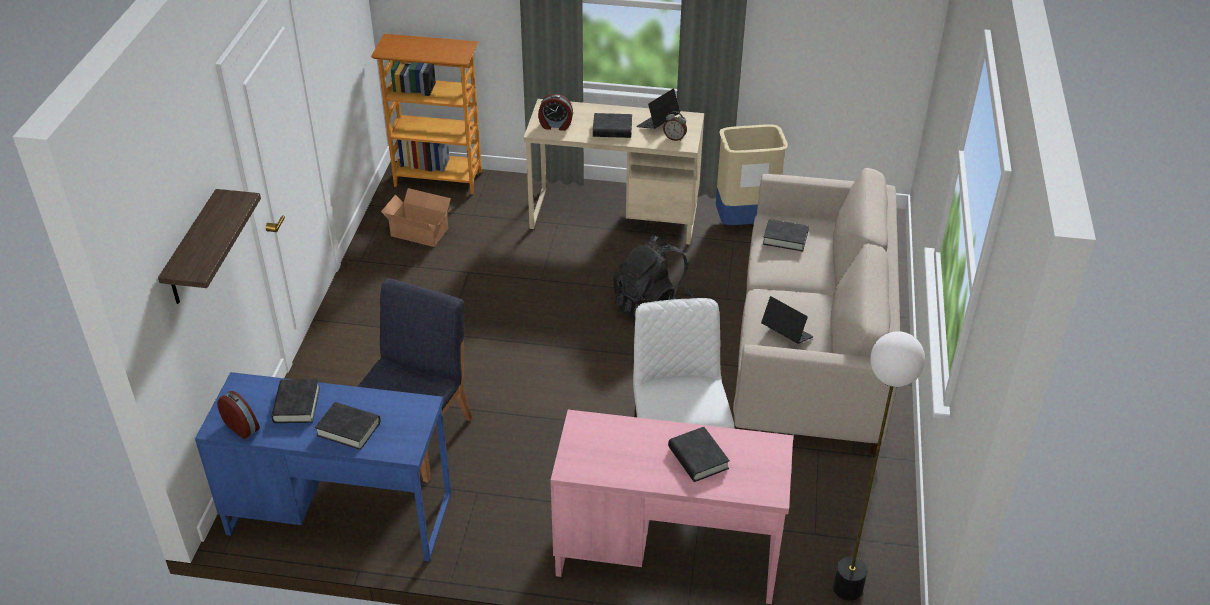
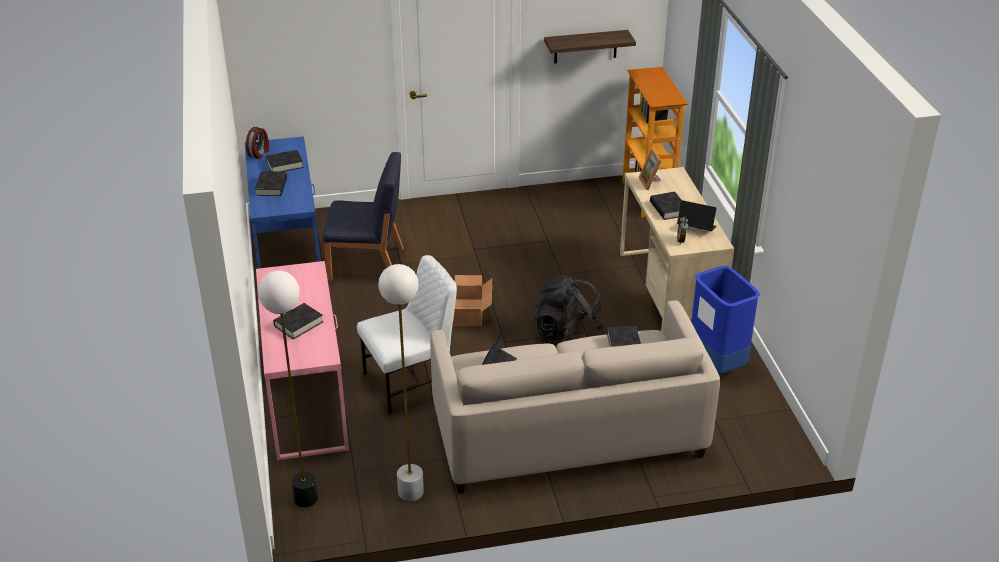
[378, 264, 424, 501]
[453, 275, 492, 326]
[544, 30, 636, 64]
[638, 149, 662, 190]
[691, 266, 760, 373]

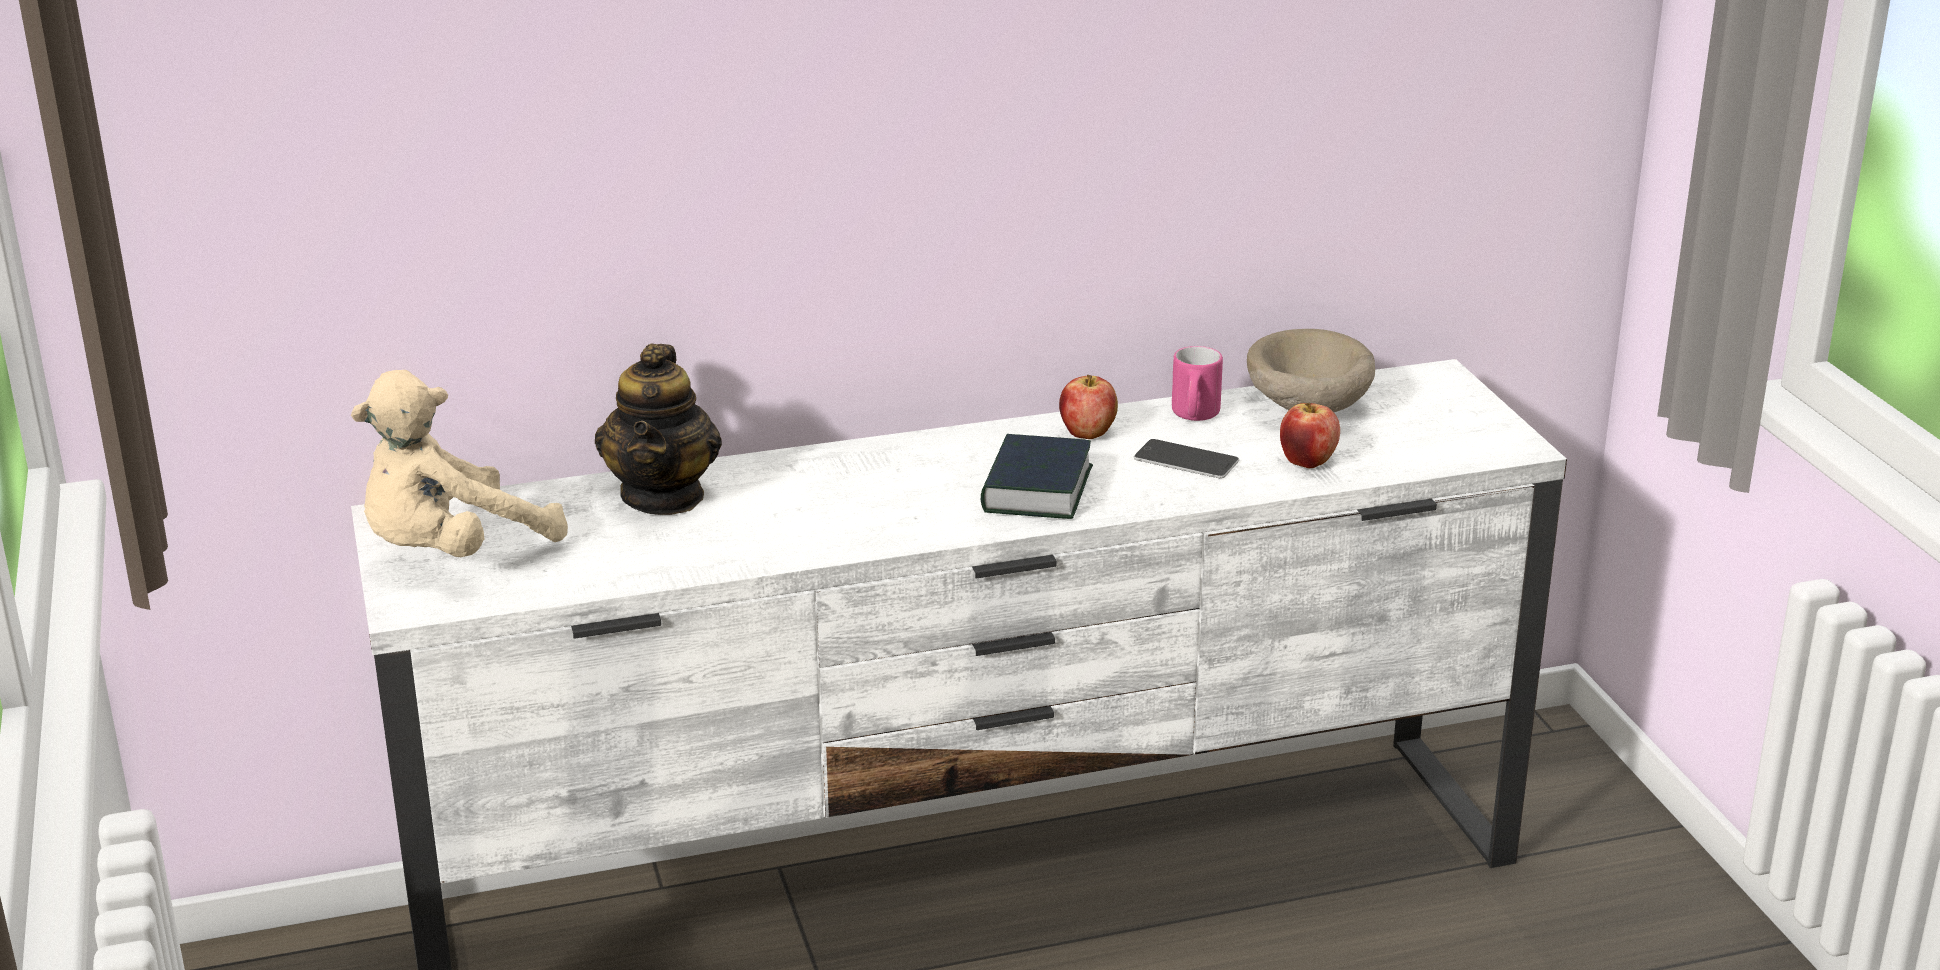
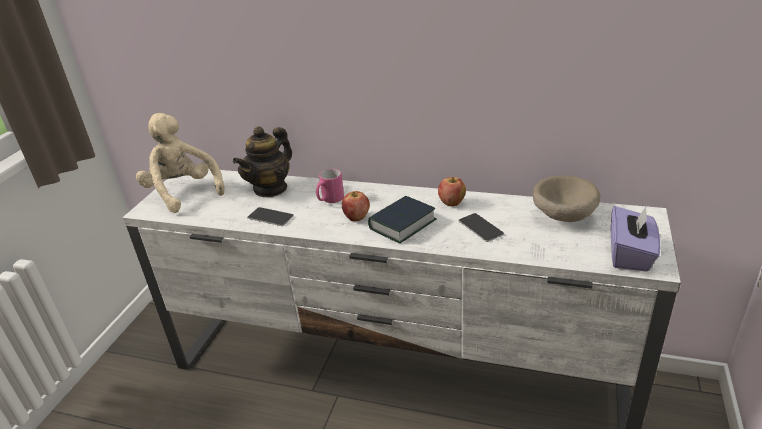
[136, 113, 225, 213]
[247, 207, 294, 226]
[316, 169, 344, 203]
[342, 191, 370, 221]
[611, 205, 660, 272]

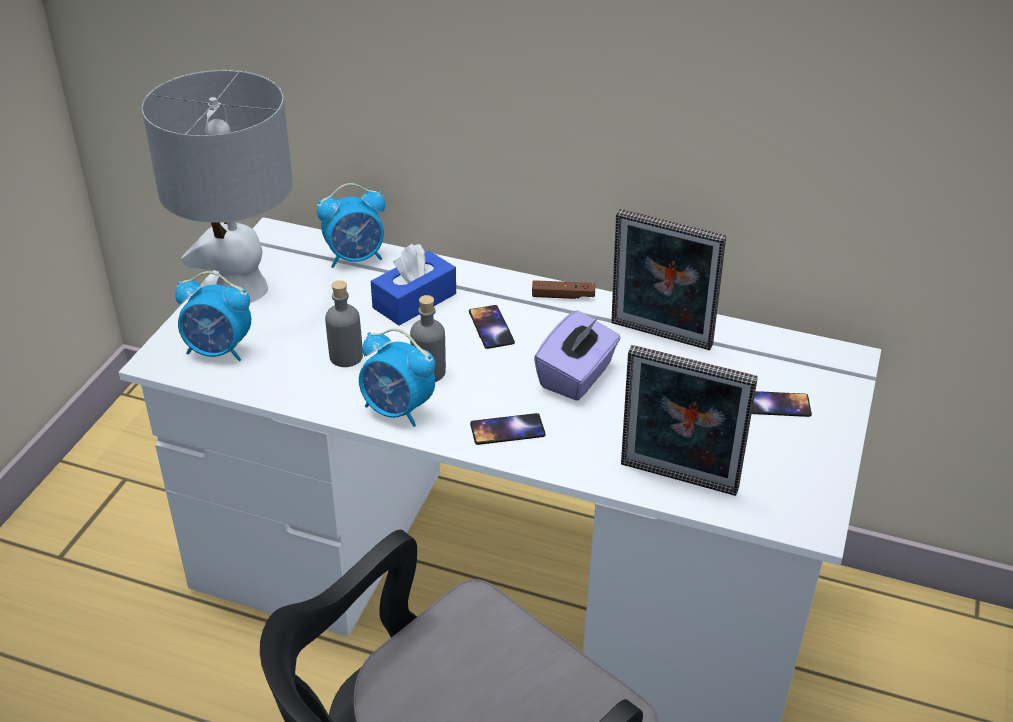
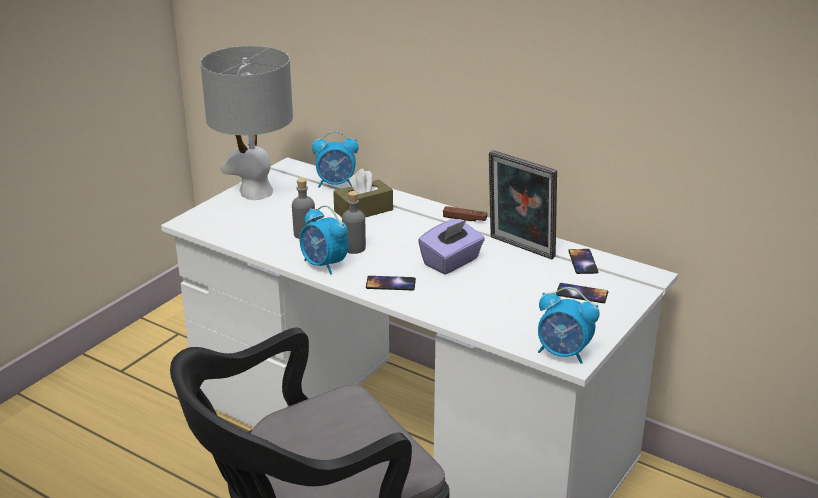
[333, 169, 393, 218]
[538, 287, 600, 364]
[568, 249, 598, 274]
[621, 345, 758, 496] (first image)

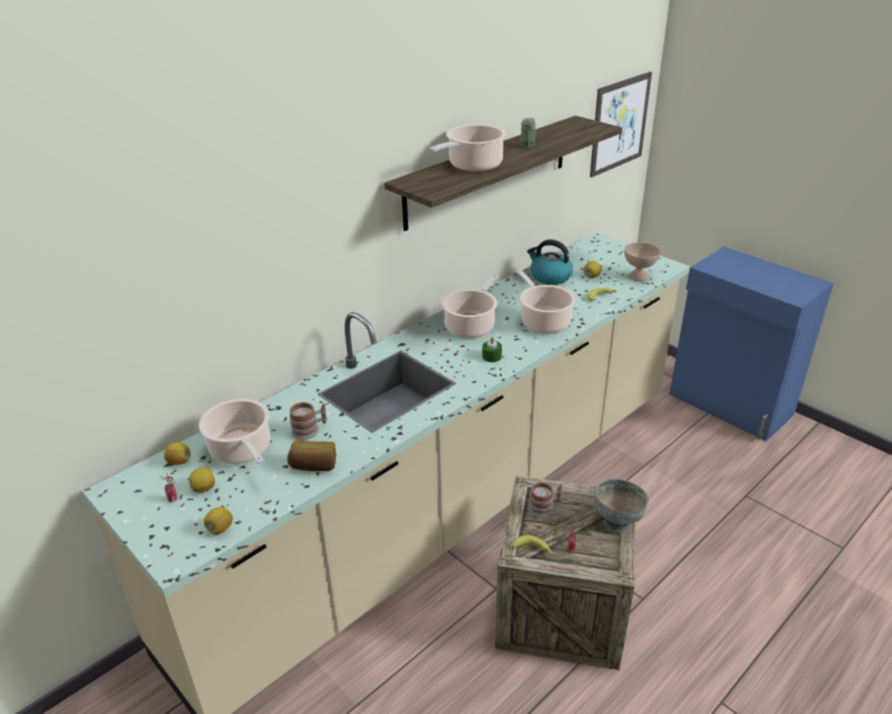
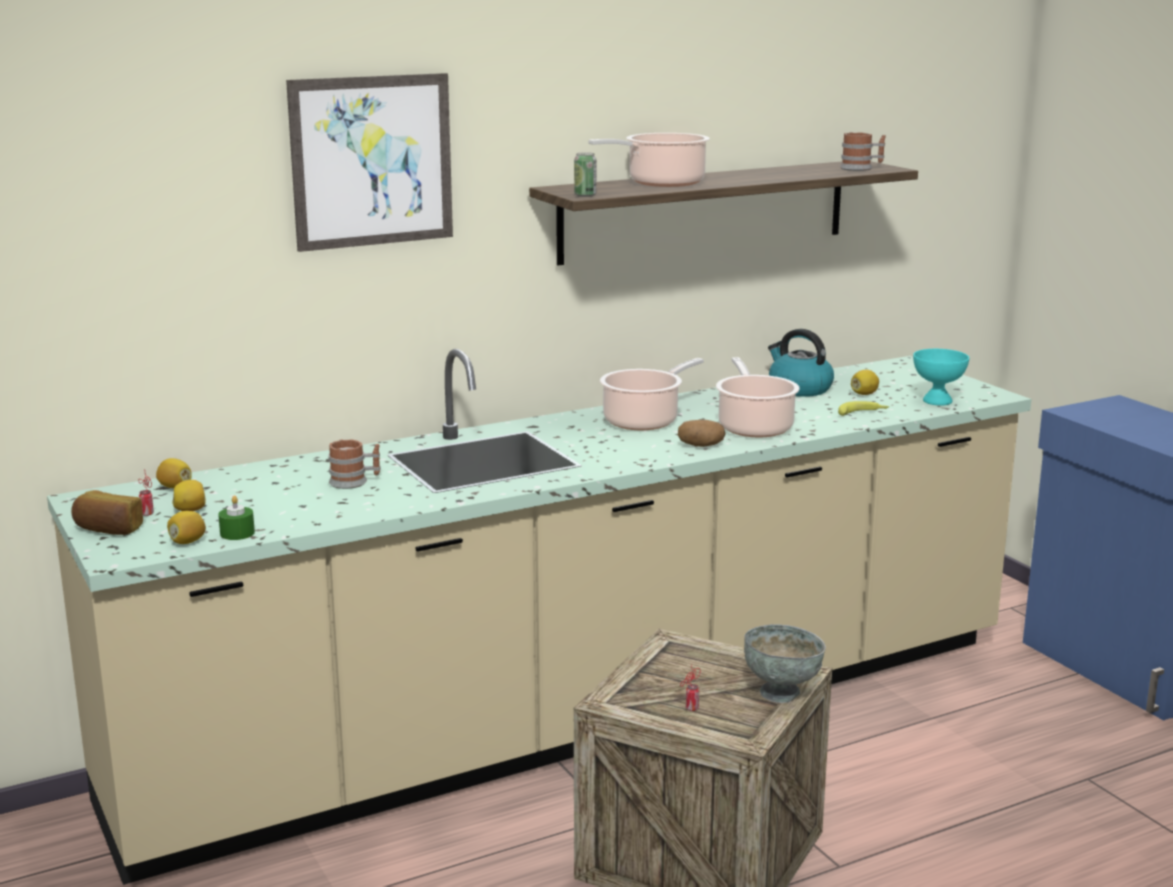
[71, 490, 143, 535]
[218, 495, 255, 540]
[286, 73, 453, 252]
[574, 152, 596, 197]
[678, 420, 726, 447]
[840, 132, 886, 171]
[913, 349, 969, 406]
[199, 399, 270, 464] (first image)
[513, 535, 554, 555] (first image)

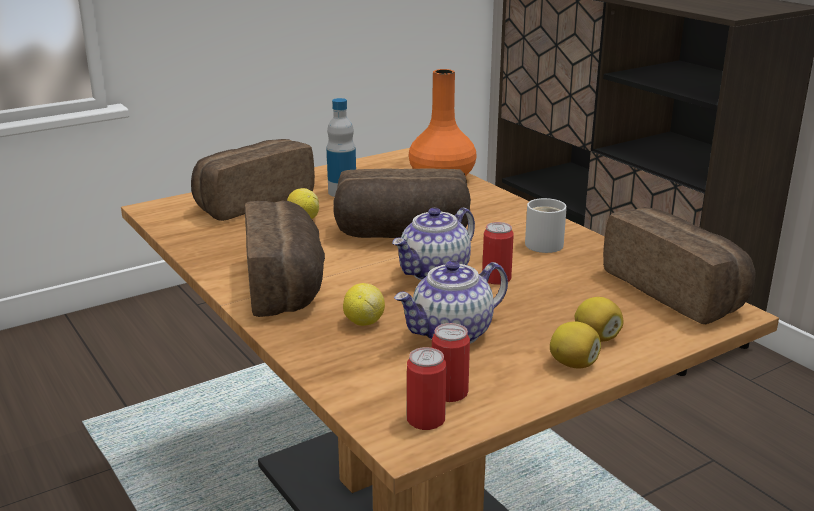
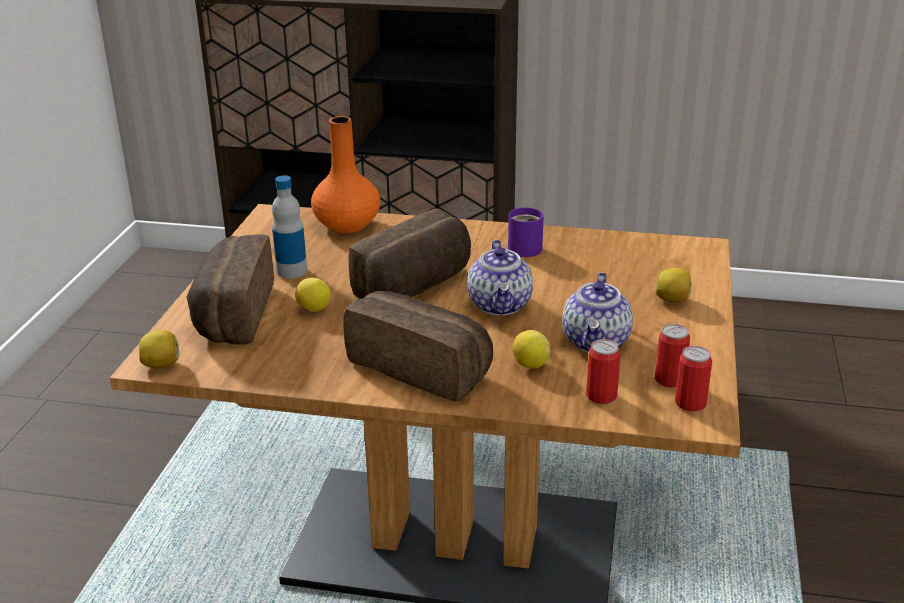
[139, 330, 179, 368]
[508, 207, 544, 257]
[586, 339, 620, 404]
[603, 207, 756, 324] (first image)

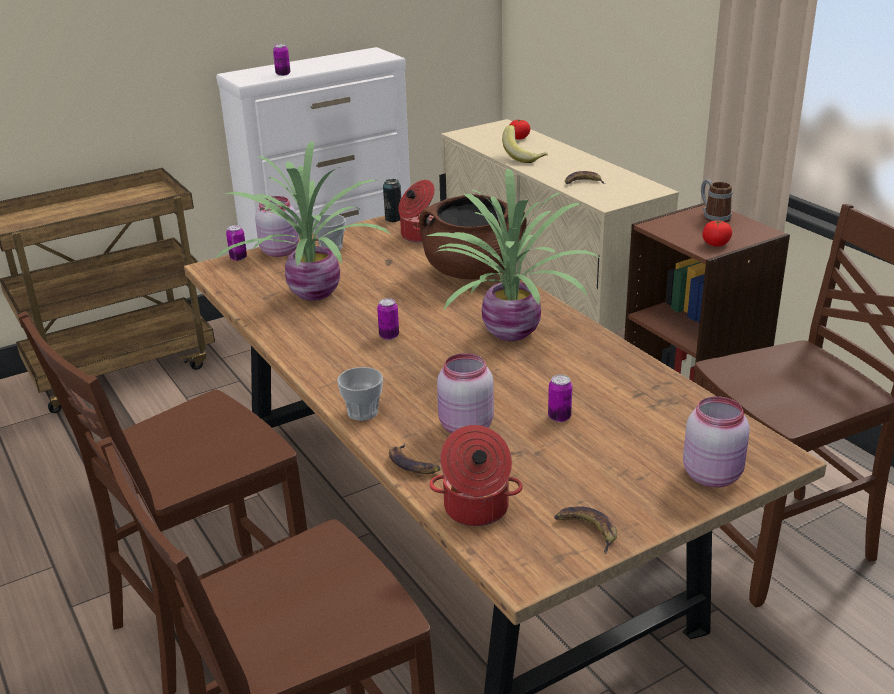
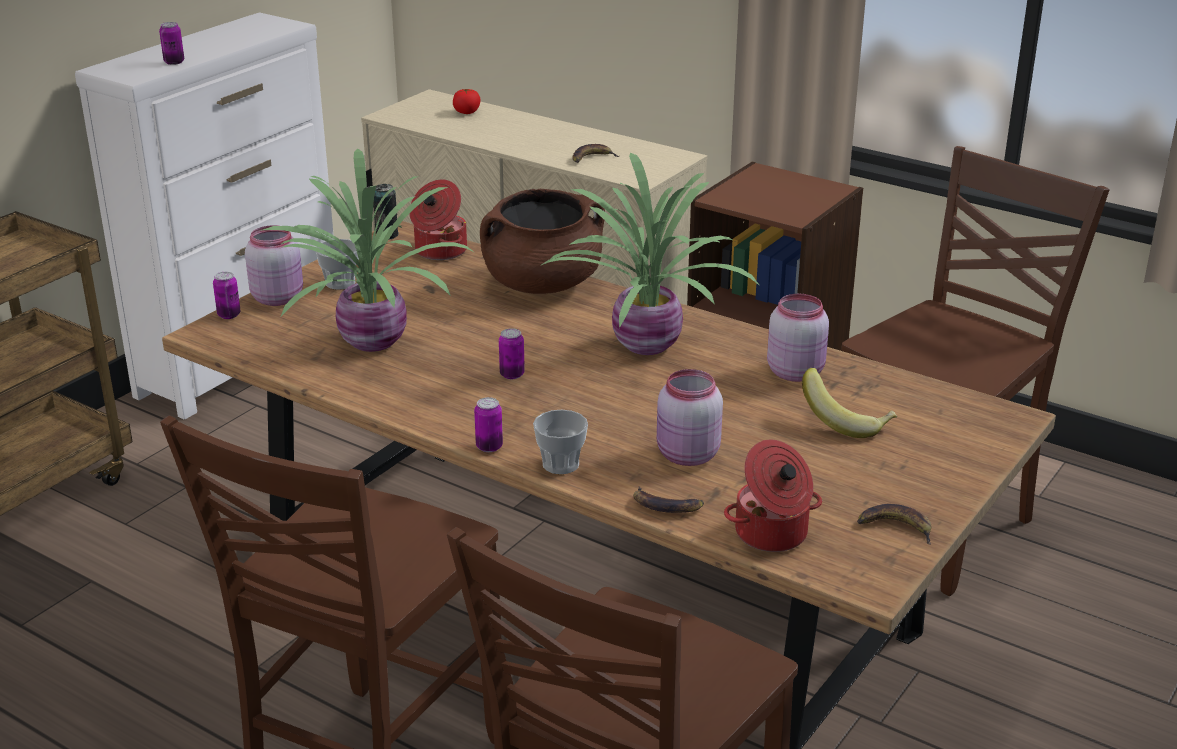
[474, 397, 503, 452]
[767, 294, 829, 382]
[802, 368, 897, 438]
[701, 179, 732, 223] (first image)
[702, 220, 732, 247] (first image)

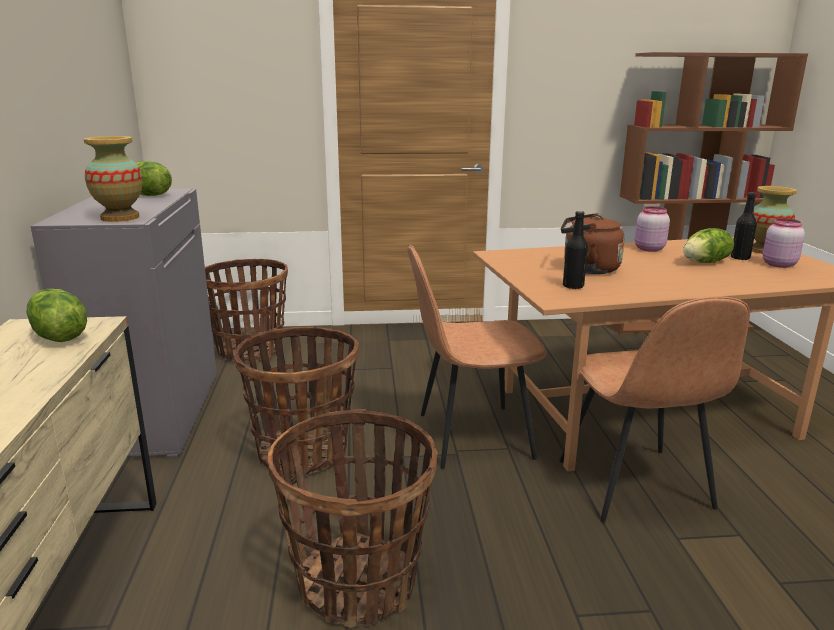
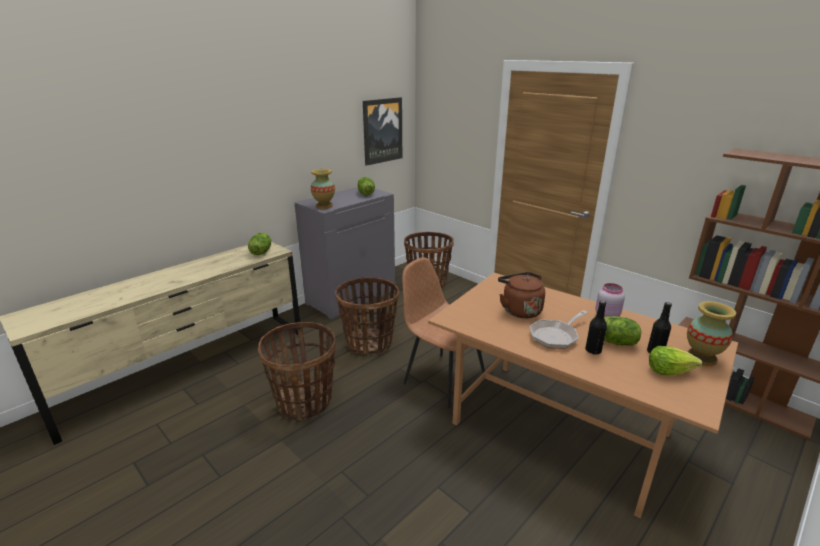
[363, 97, 402, 166]
[530, 311, 588, 349]
[585, 300, 607, 354]
[649, 346, 702, 375]
[559, 297, 750, 523] (first image)

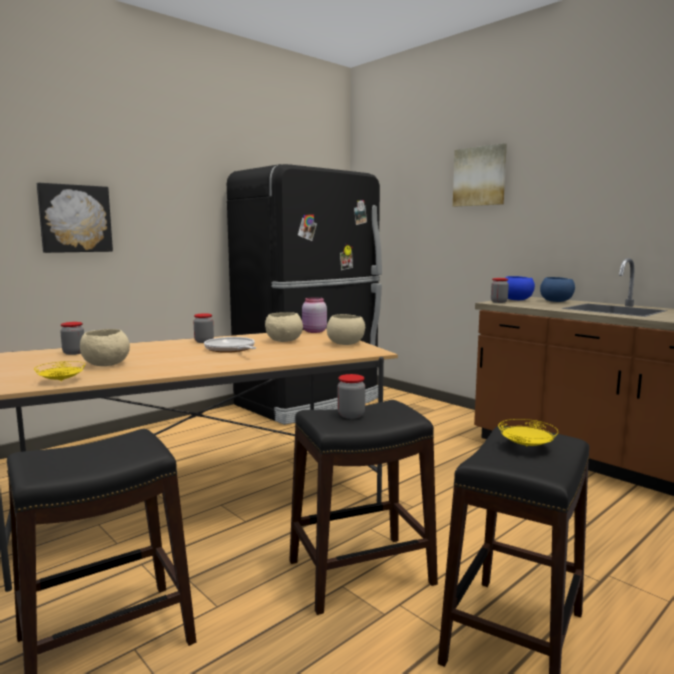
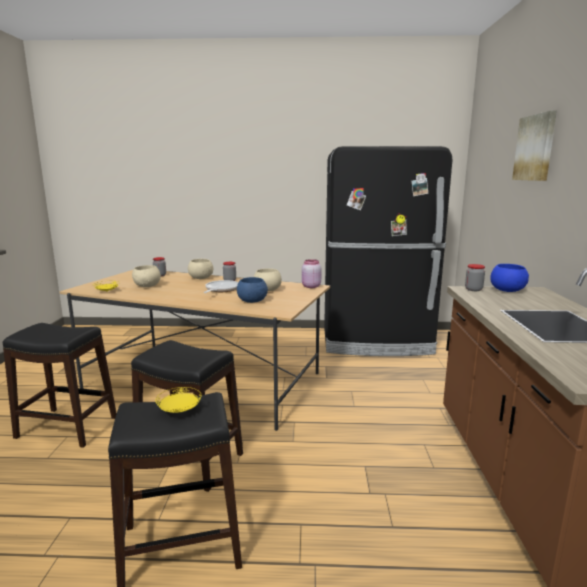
[188, 259, 213, 279]
[237, 277, 268, 303]
[37, 183, 113, 253] (first image)
[338, 374, 365, 419] (first image)

